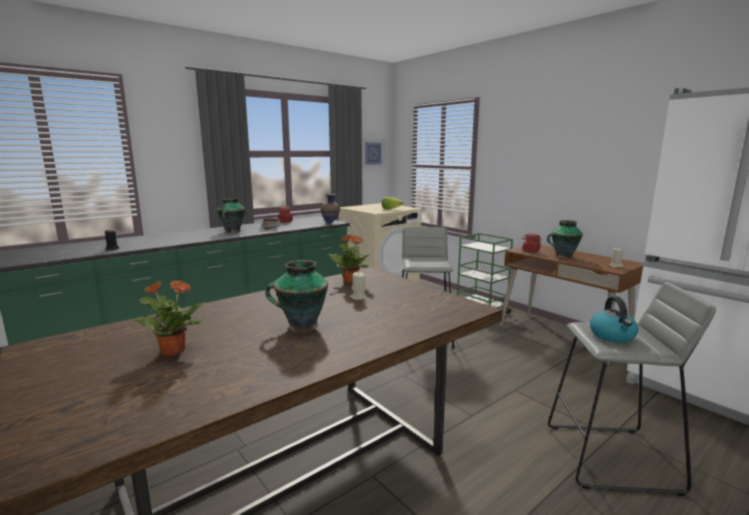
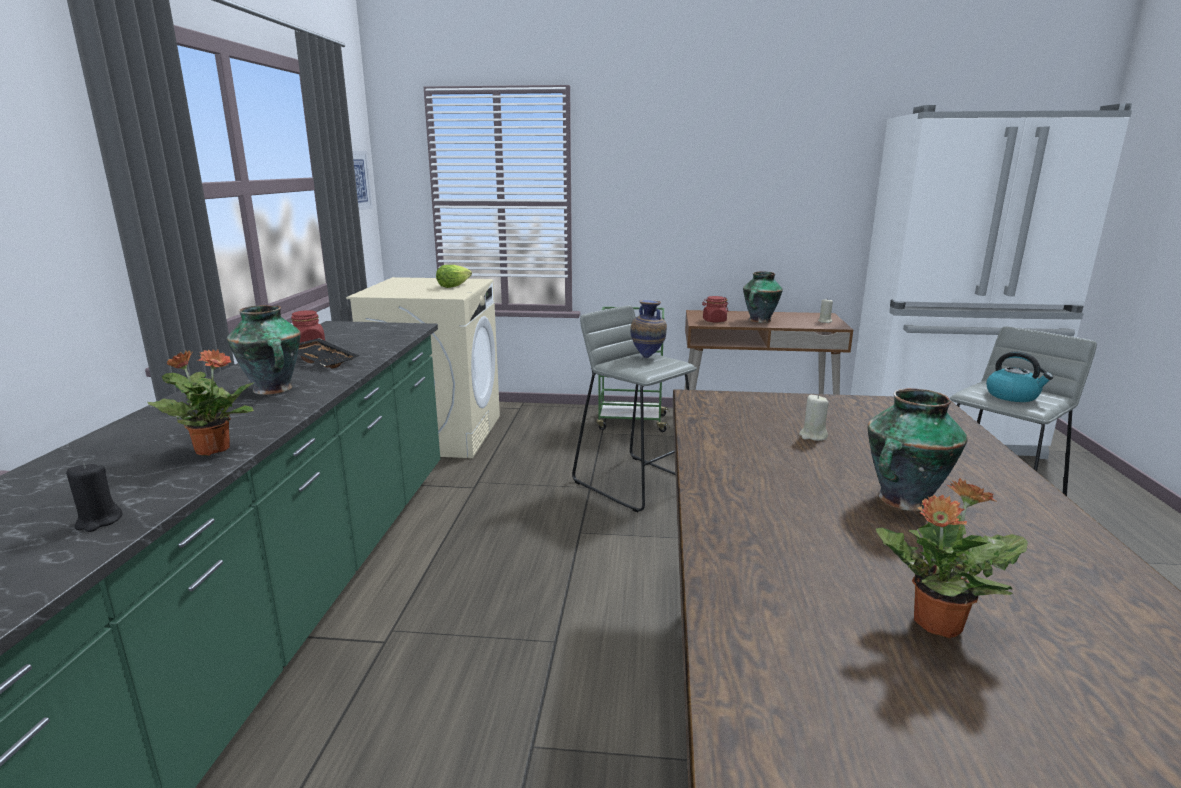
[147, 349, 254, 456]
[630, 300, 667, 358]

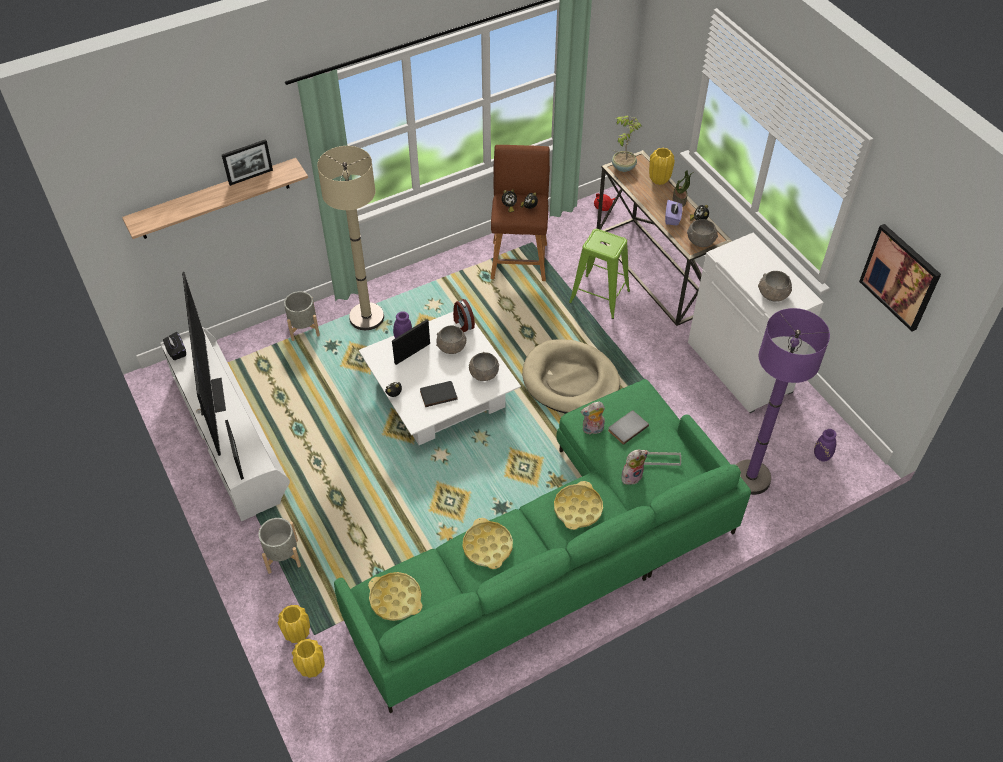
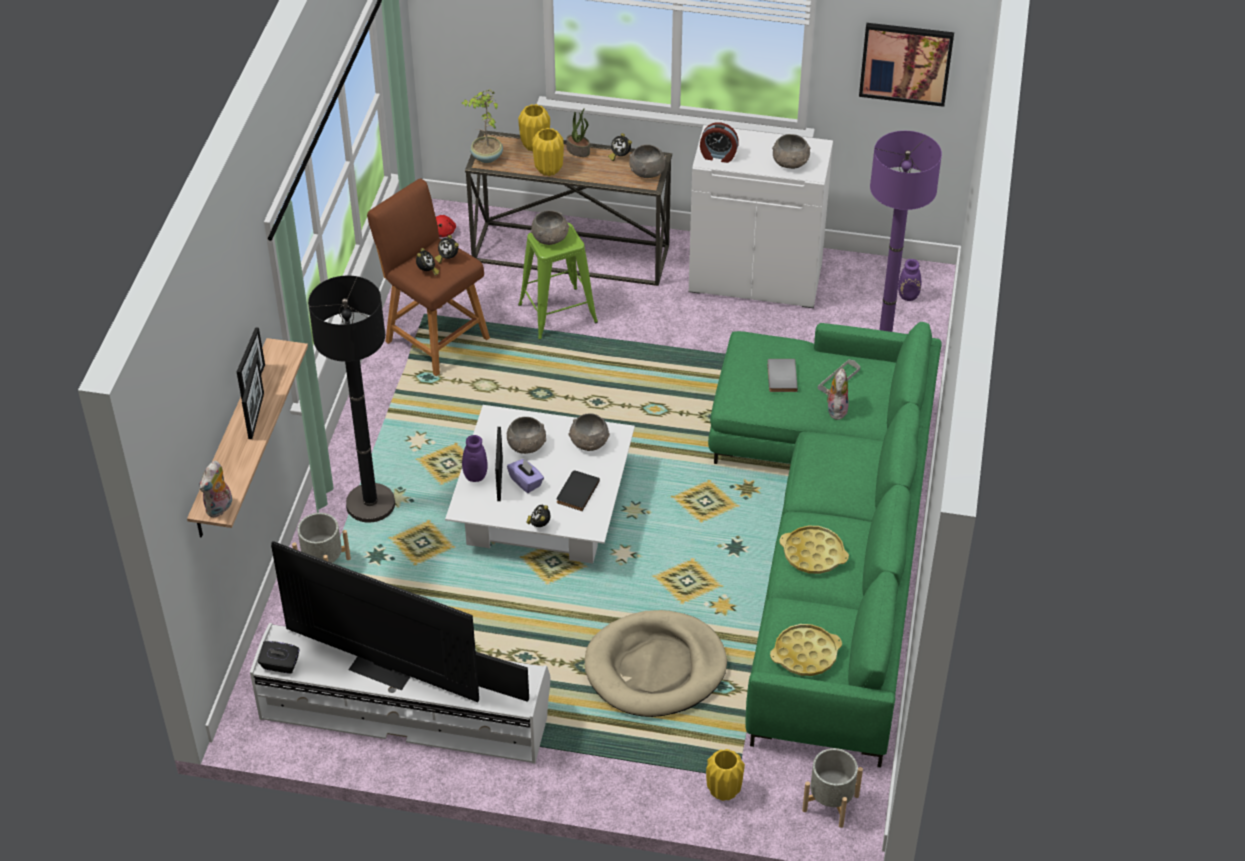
[199, 461, 232, 518]
[242, 356, 264, 439]
[308, 275, 395, 523]
[507, 459, 544, 493]
[531, 210, 569, 245]
[532, 128, 564, 176]
[585, 610, 727, 717]
[700, 123, 739, 163]
[802, 748, 863, 828]
[554, 481, 603, 530] (first image)

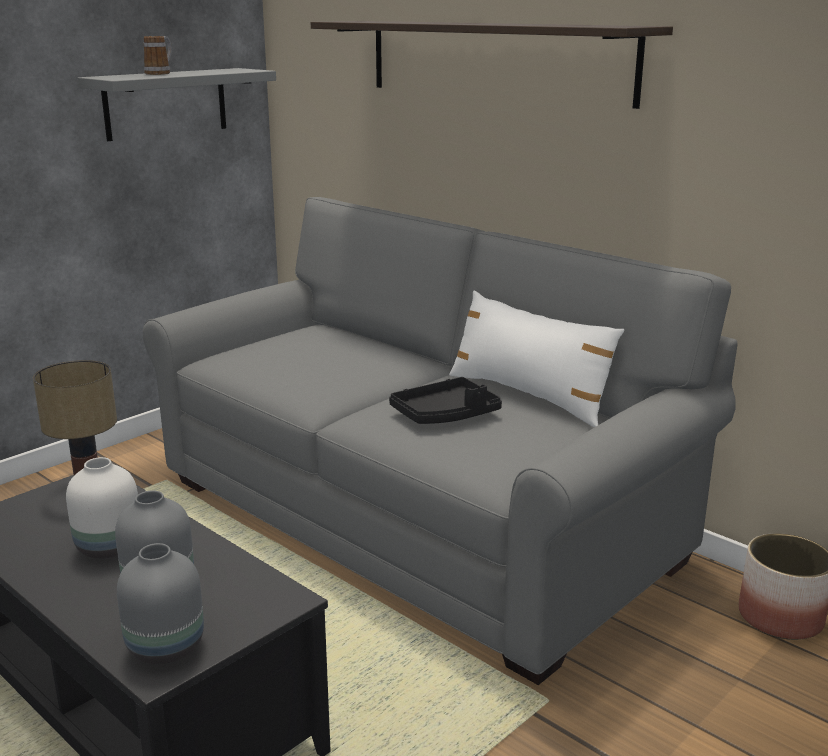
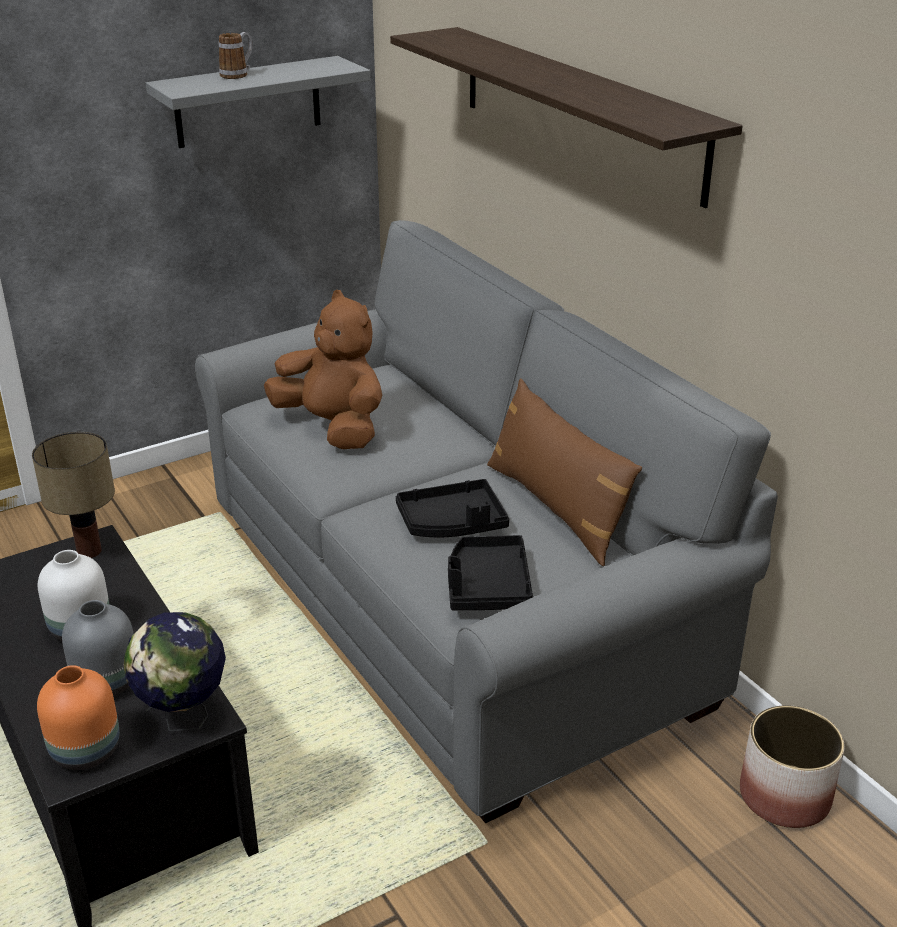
[37, 665, 120, 770]
[124, 612, 226, 731]
[264, 290, 382, 449]
[448, 535, 533, 610]
[487, 378, 642, 566]

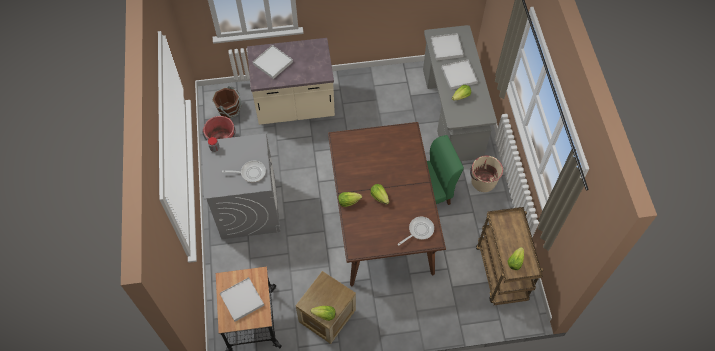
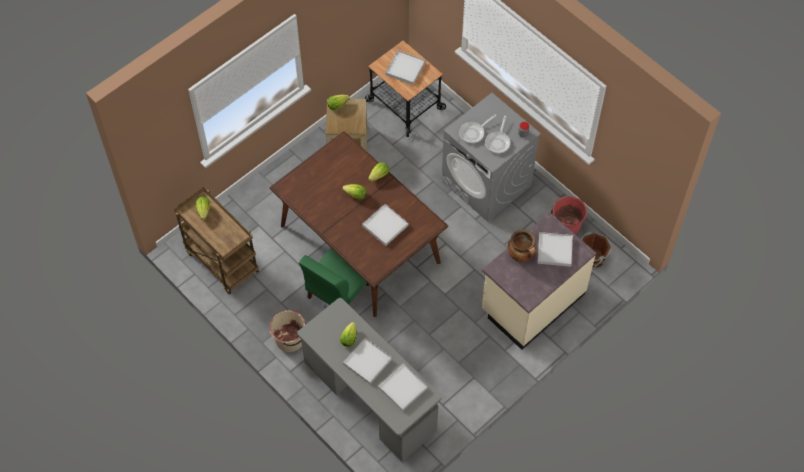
[362, 204, 409, 246]
[485, 116, 510, 153]
[507, 229, 536, 262]

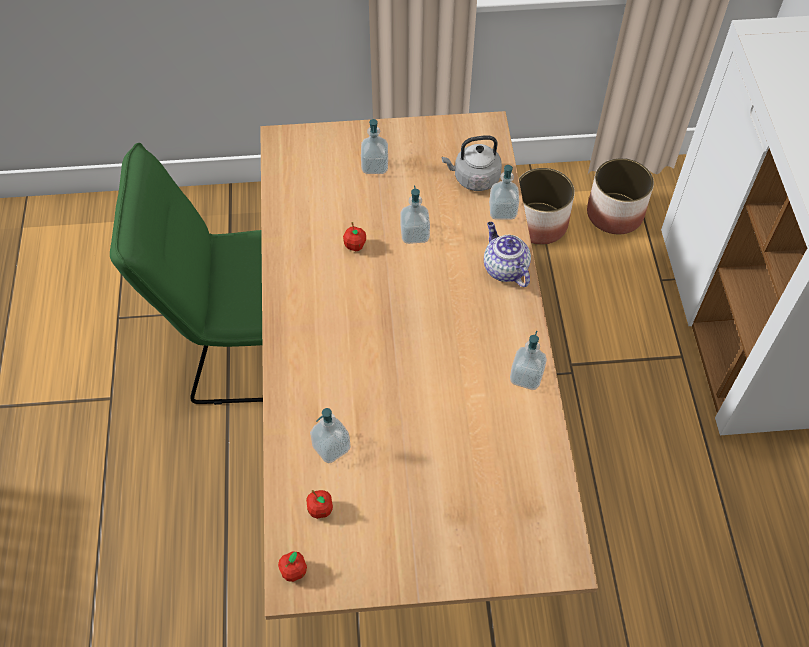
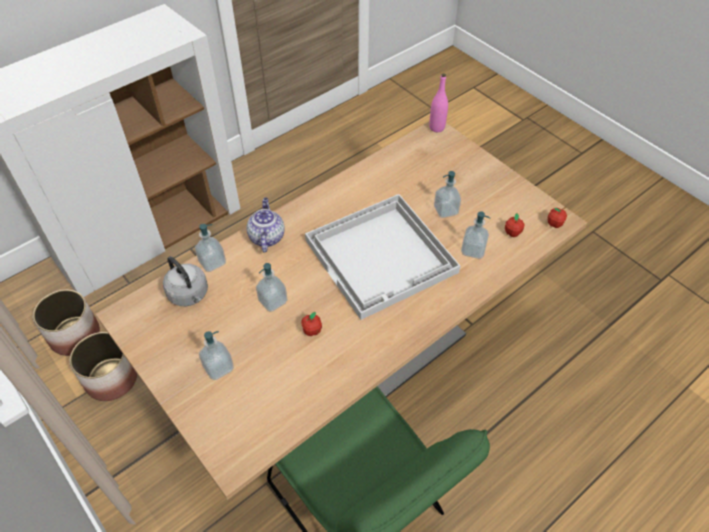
[247, 198, 285, 253]
[305, 194, 460, 320]
[429, 73, 448, 132]
[434, 171, 461, 218]

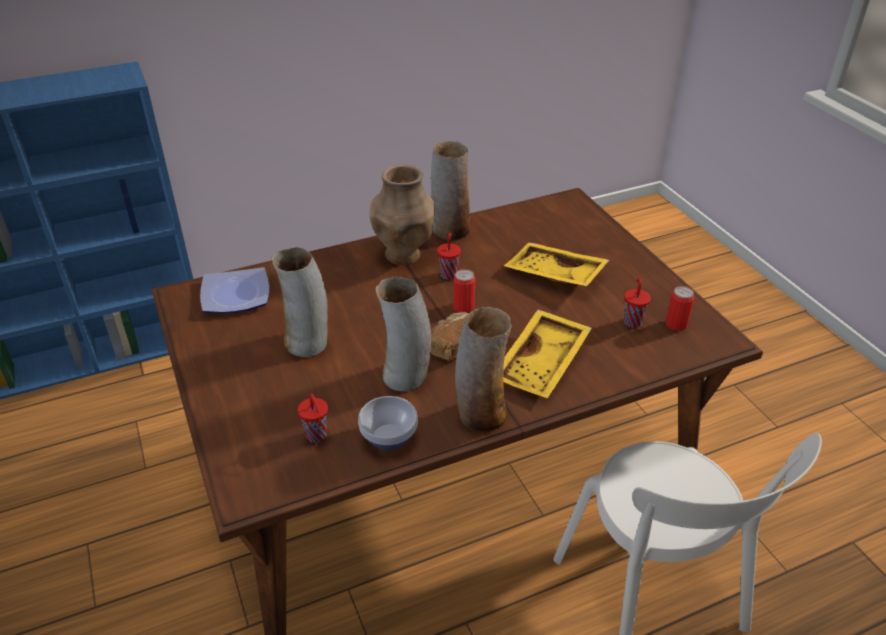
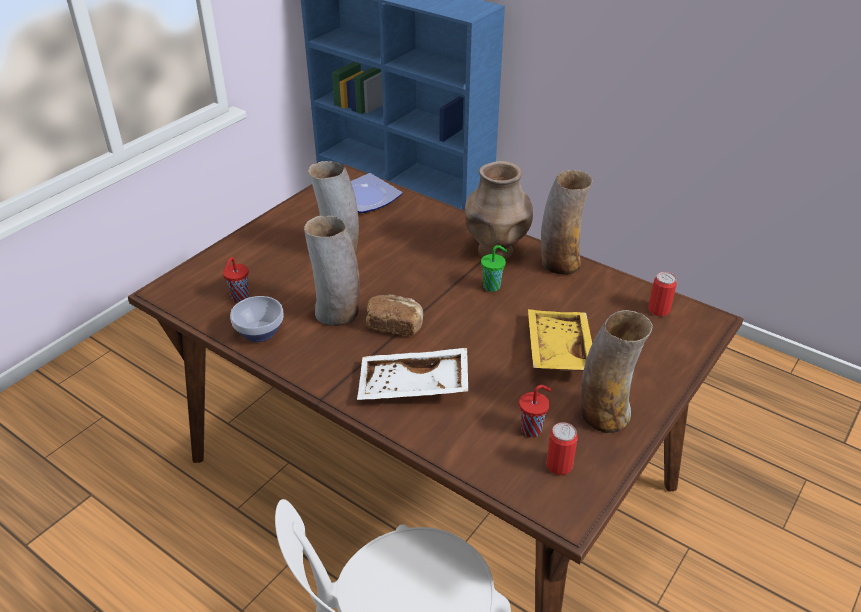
[357, 348, 468, 400]
[481, 245, 507, 292]
[581, 310, 653, 433]
[648, 272, 677, 316]

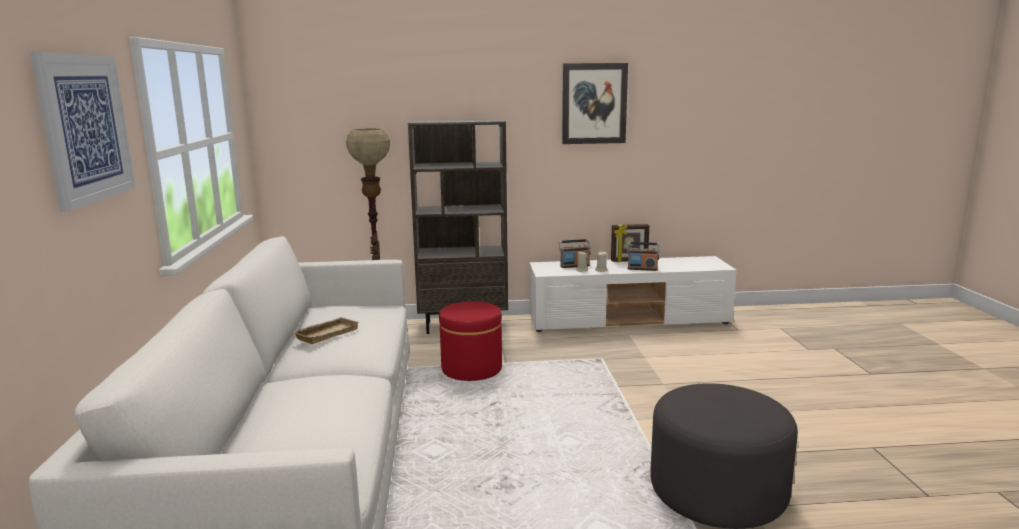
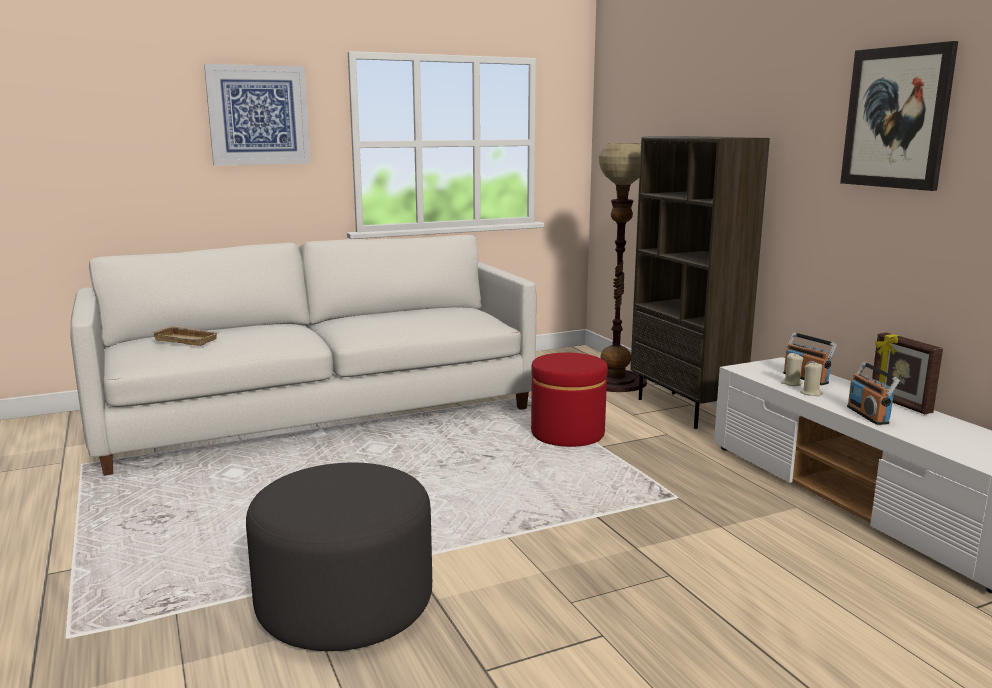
[152, 326, 221, 346]

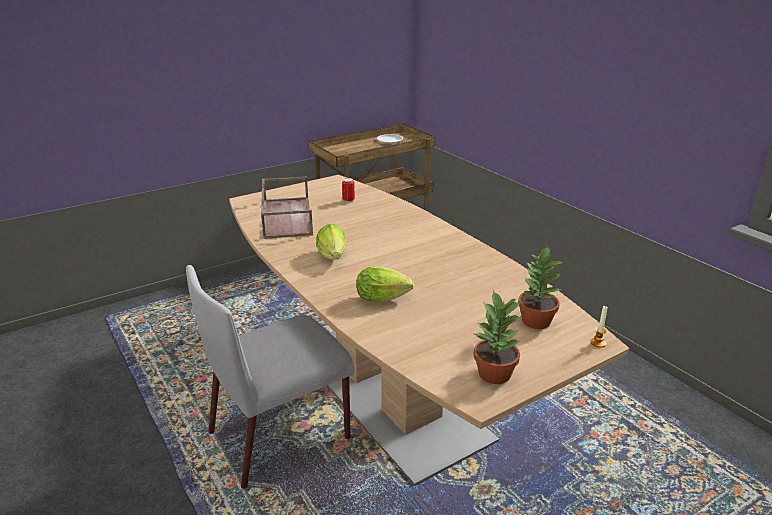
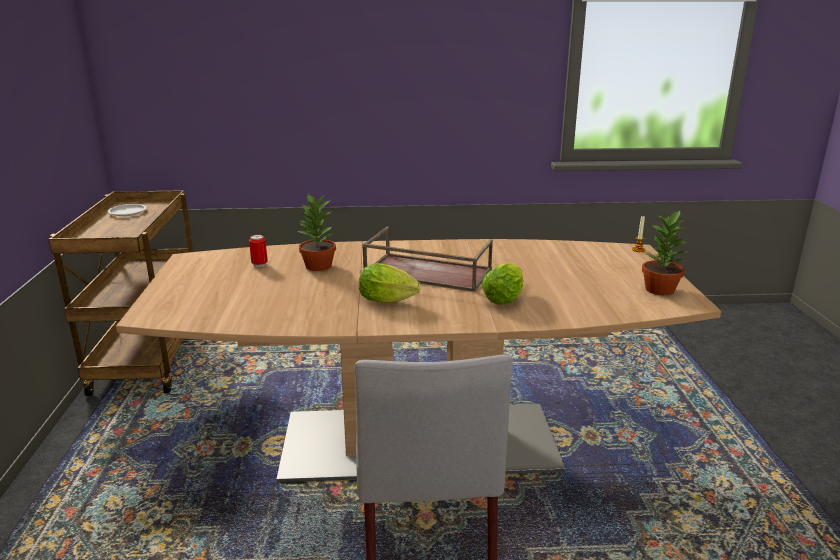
[297, 194, 336, 271]
[362, 227, 493, 292]

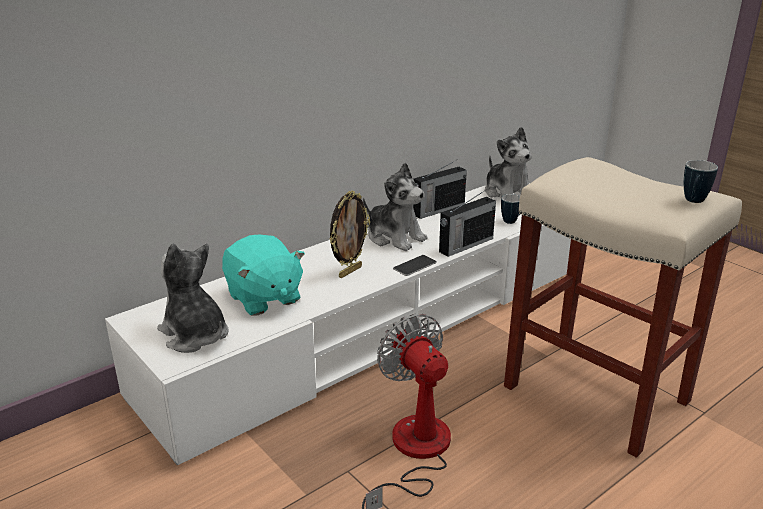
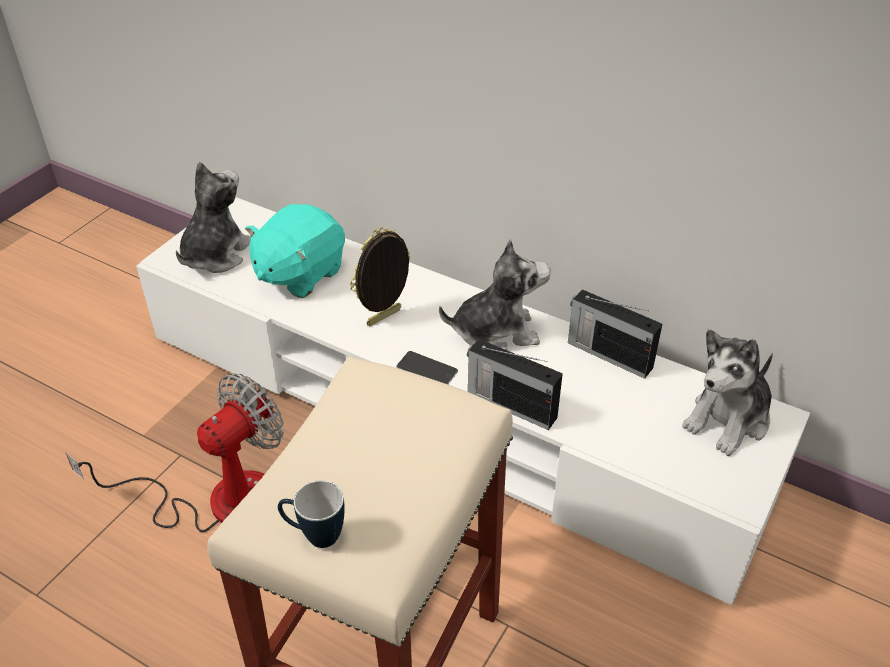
[350, 227, 411, 326]
[439, 239, 551, 350]
[501, 194, 520, 224] (first image)

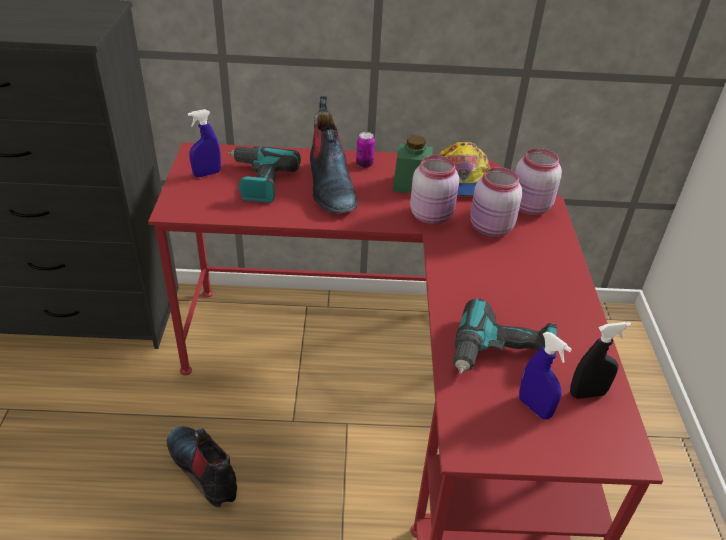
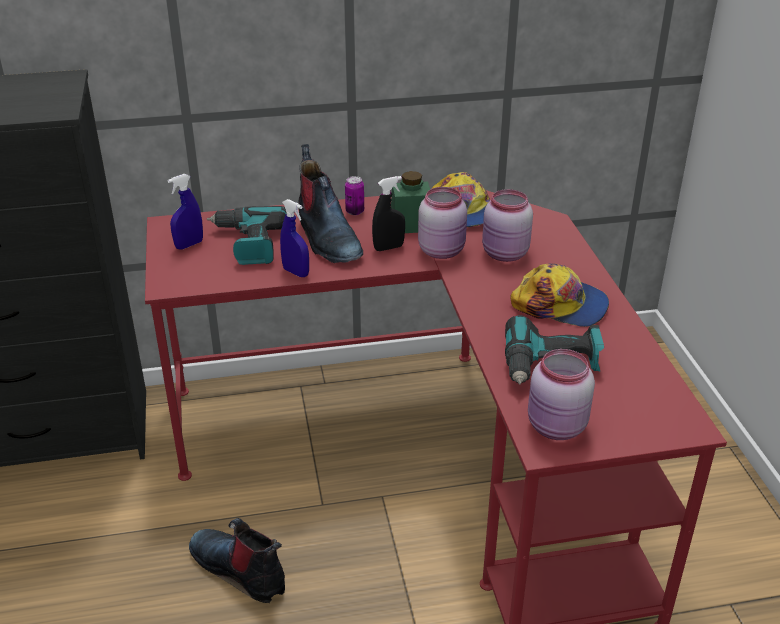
[280, 199, 309, 277]
[372, 176, 405, 251]
[511, 263, 609, 327]
[528, 349, 595, 440]

